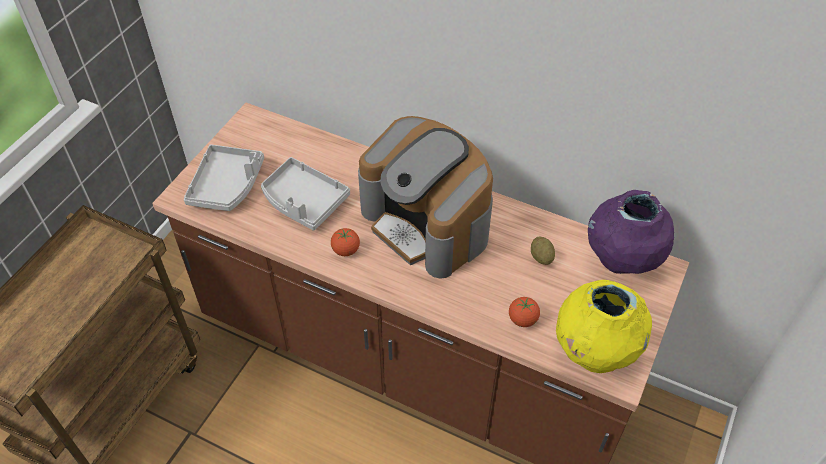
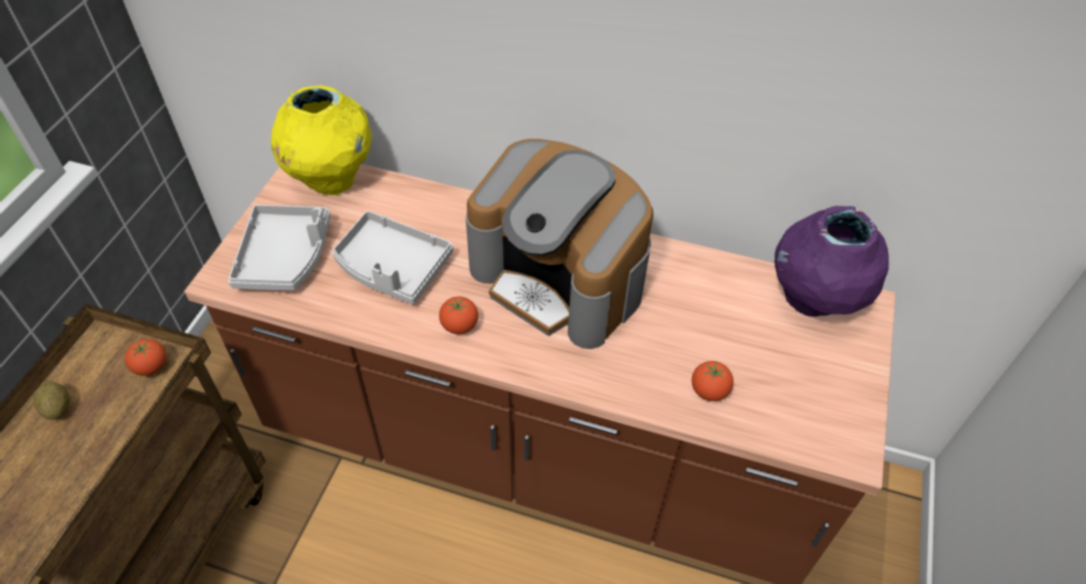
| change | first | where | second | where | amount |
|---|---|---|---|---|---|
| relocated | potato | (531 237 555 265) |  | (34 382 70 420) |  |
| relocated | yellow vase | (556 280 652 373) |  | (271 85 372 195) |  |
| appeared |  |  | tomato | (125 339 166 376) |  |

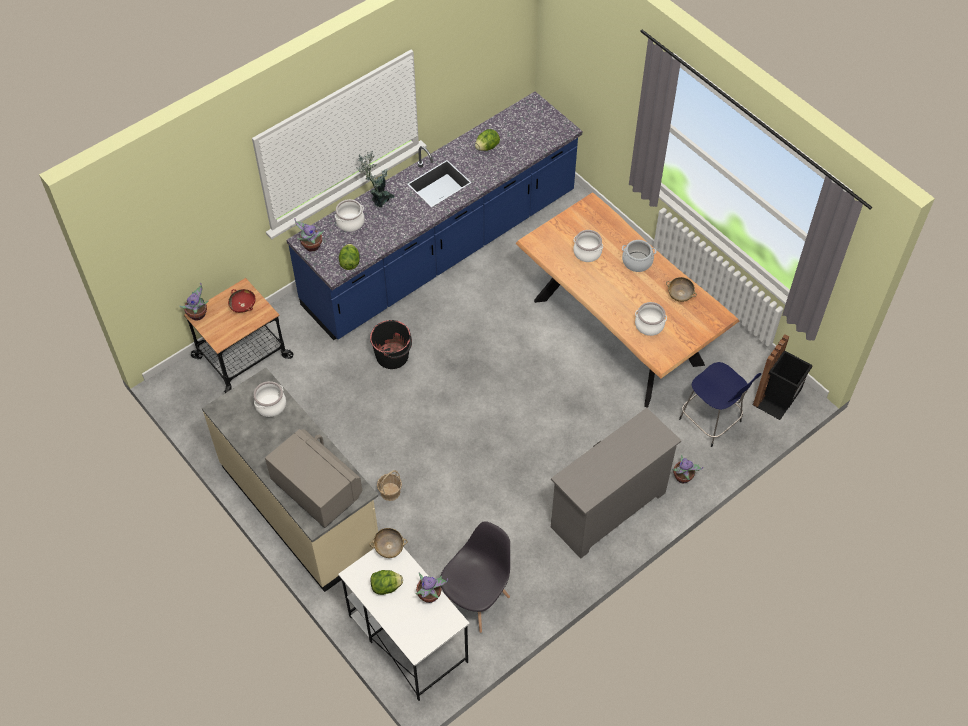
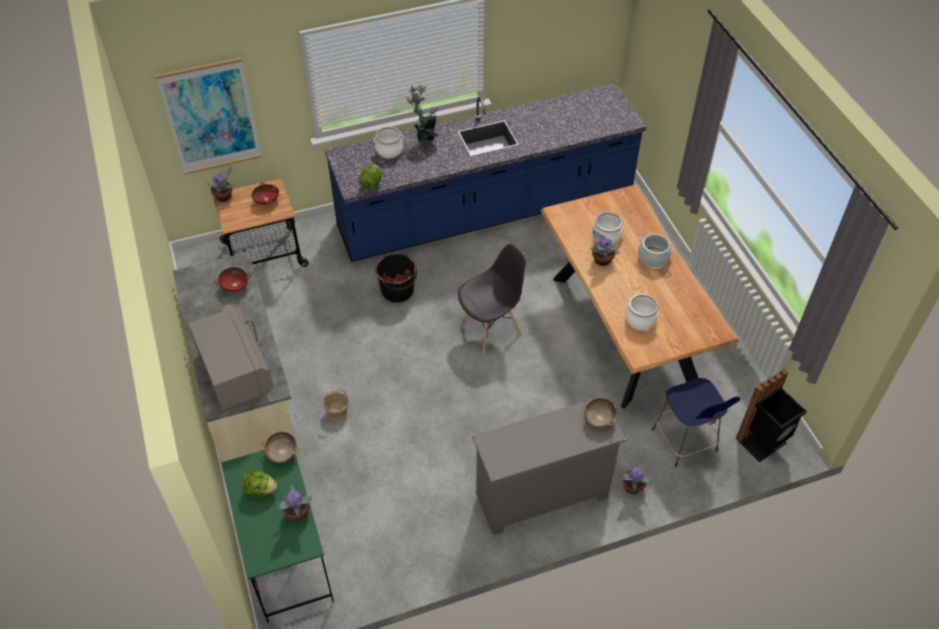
| change | first | where | second | where | amount |
|---|---|---|---|---|---|
| missing | lettuce | (475 129 500 151) |  |  |  |
| relocated | potted plant | (294 218 324 252) |  | (590 227 620 266) |  |
| relocated | beige bowl | (666 277 697 302) |  | (584 398 616 428) |  |
| exchanged | cooking pot | (253 381 286 417) | red bowl | (214 267 251 292) |  |
| relocated | grey chair | (440 521 510 633) |  | (458 244 526 353) |  |
| colour | white desk | (338 547 470 701) | green desk | (221 450 334 623) |  |
| appeared |  |  | picture | (155 57 262 175) |  |

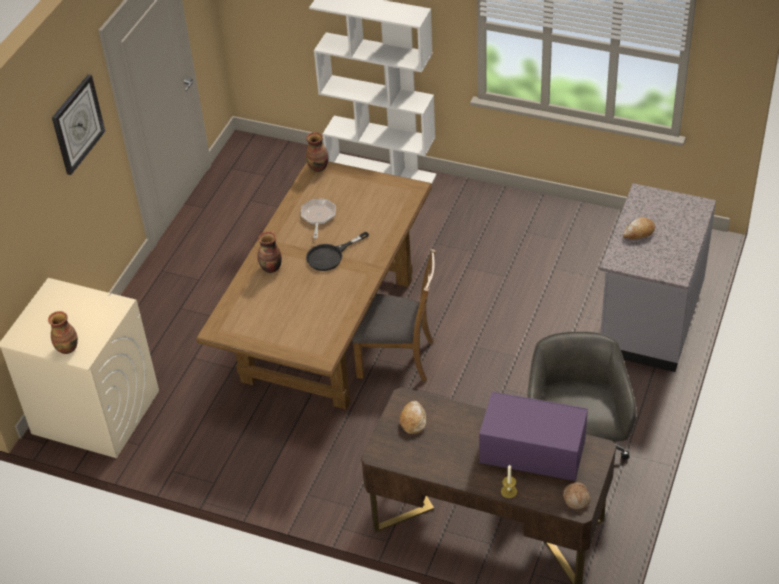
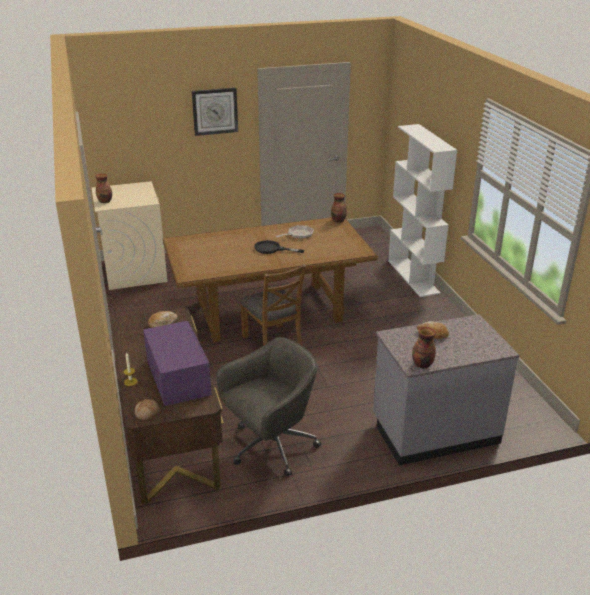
| change | first | where | second | where | amount |
|---|---|---|---|---|---|
| relocated | vase | (257 232 282 273) |  | (412 327 436 368) |  |

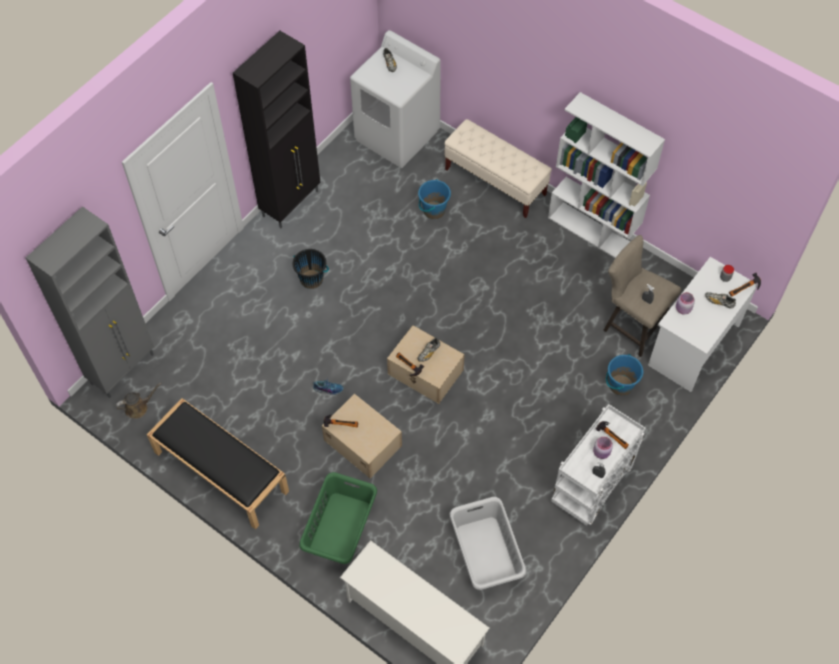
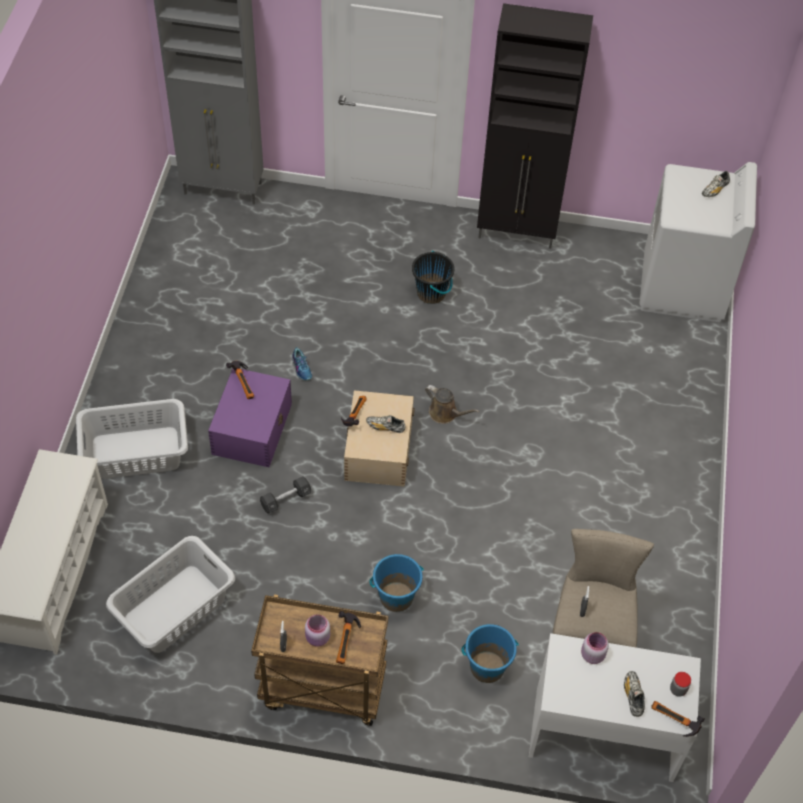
| change | first | where | second | where | amount |
|---|---|---|---|---|---|
| missing | white bookcase | (548 92 665 258) |  |  |  |
| missing | beige bench | (444 119 552 218) |  |  |  |
| relocated | blue bucket | (418 179 451 219) |  | (369 554 424 612) |  |
| relocated | brown watering can | (116 383 162 419) |  | (425 385 479 424) |  |
| colour | beige storage box | (322 394 402 478) | purple storage box | (208 369 292 467) |  |
| missing | black bench | (147 398 289 530) |  |  |  |
| colour | white cart | (551 404 646 526) | brown cart | (251 594 388 726) |  |
| colour | green laundry basket | (299 472 377 564) | grey laundry basket | (76 399 188 479) |  |
| appeared |  |  | black dumbbell | (260 476 311 514) |  |

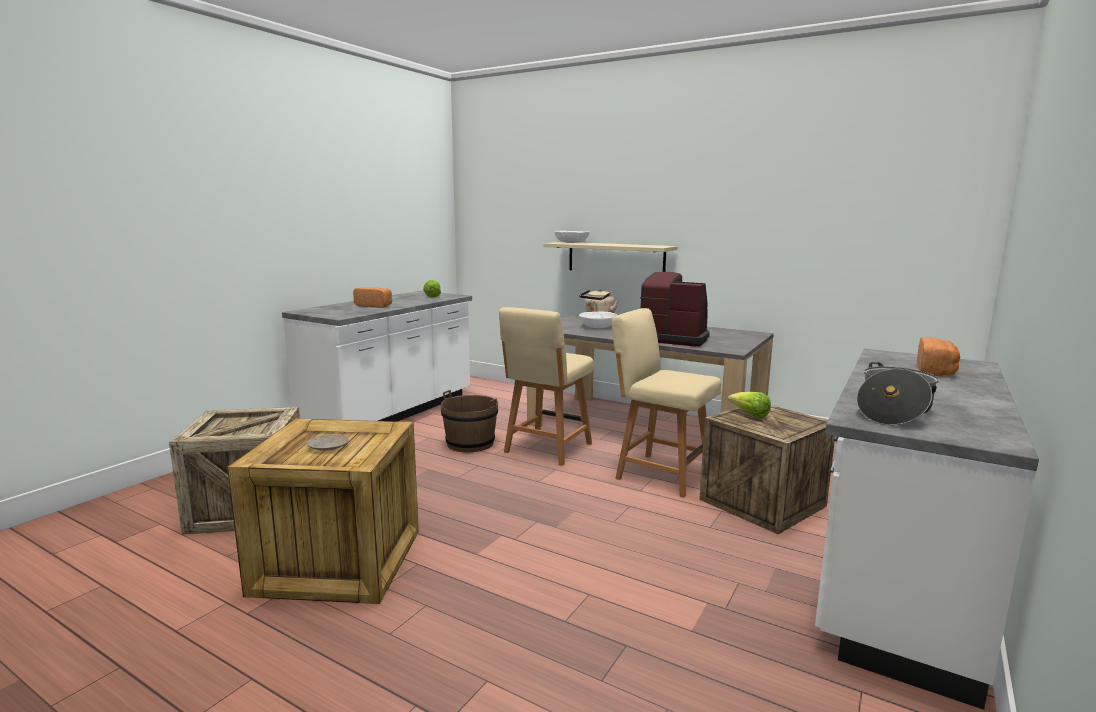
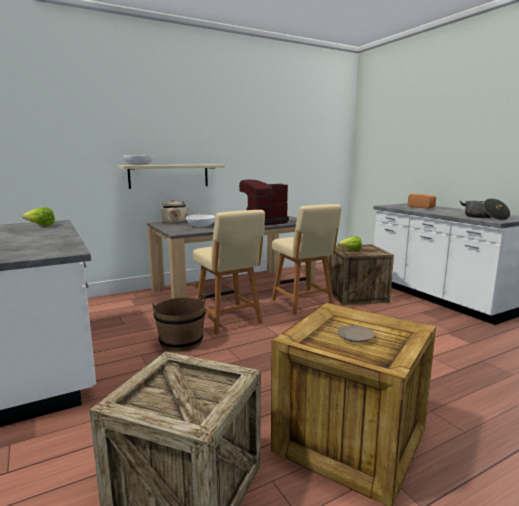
| change | first | where | second | where | amount |
|---|---|---|---|---|---|
| missing | bread | (353 287 392 308) |  |  |  |
| spun | beige chair | (611 308 722 498) |  | (272 204 341 315) | 90 degrees counterclockwise |

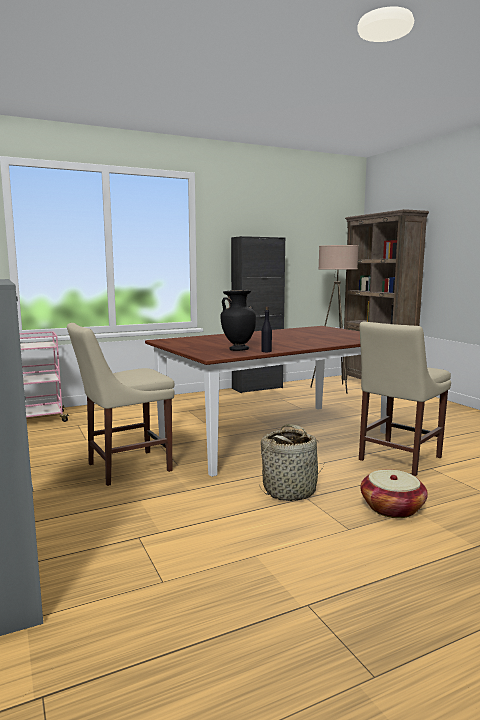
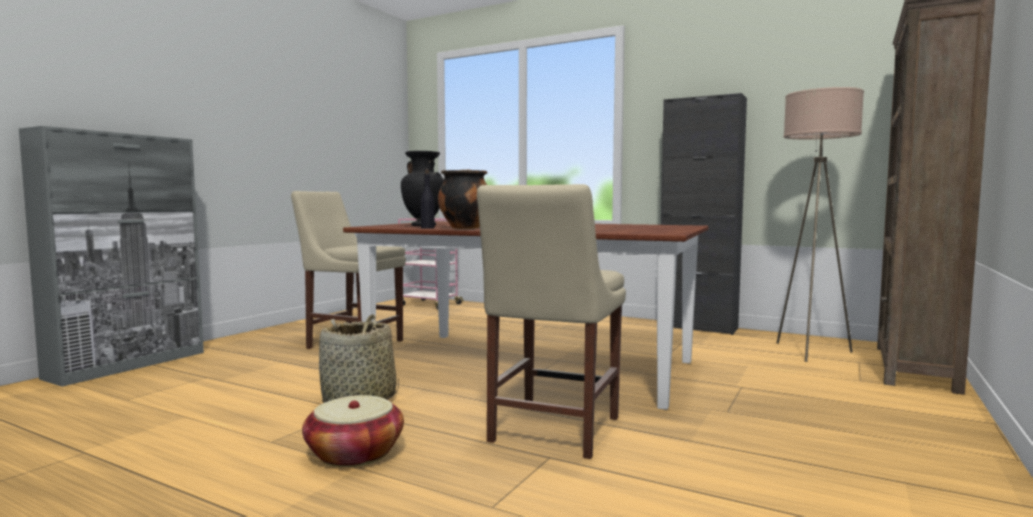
| change | first | where | second | where | amount |
|---|---|---|---|---|---|
| spun | beige chair | (359 322 451 476) |  | (477 184 626 459) | 75 degrees counterclockwise |
| appeared |  |  | cooking pot | (438 170 487 229) |  |

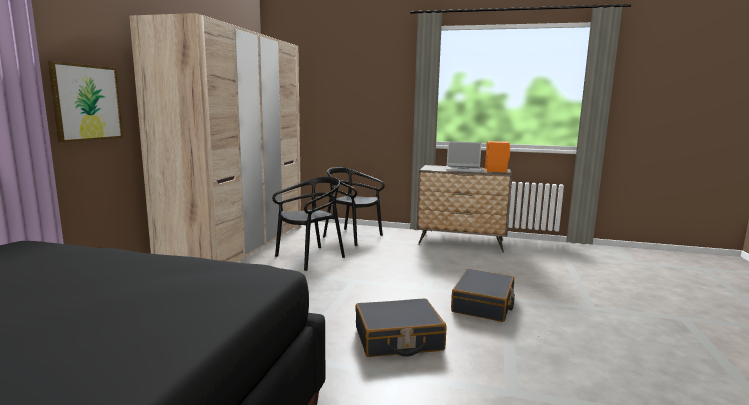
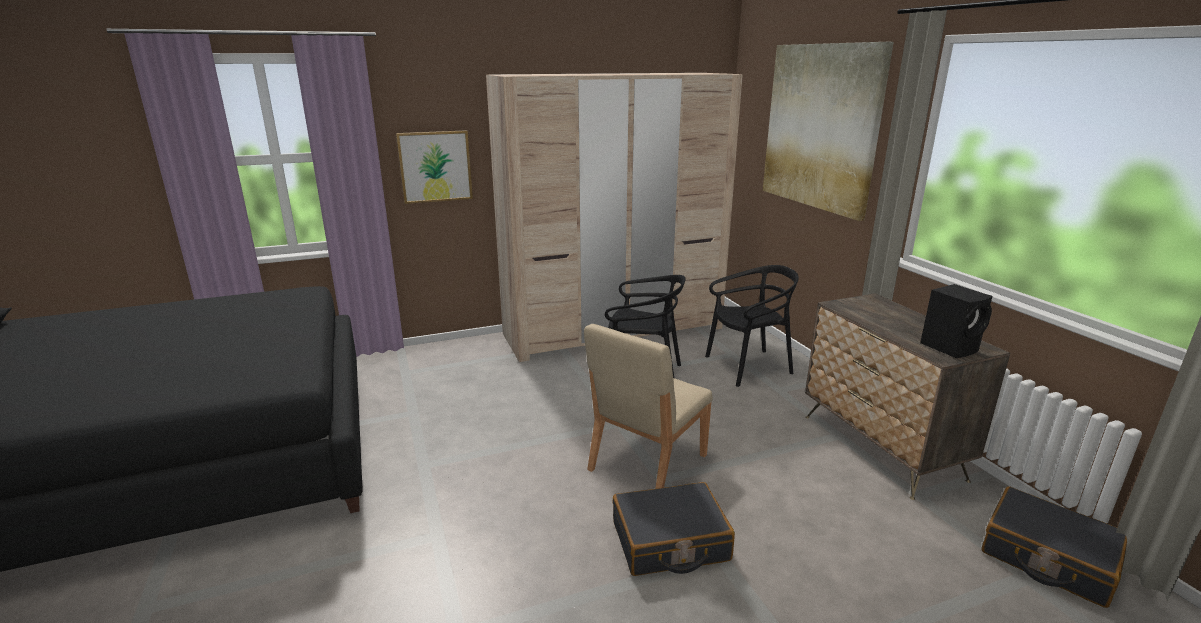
| change | first | where | second | where | amount |
|---|---|---|---|---|---|
| missing | laptop | (446 141 482 172) |  |  |  |
| colour | orange speaker | (485 141 510 173) | black speaker | (920 284 992 358) |  |
| spun | black chair | (323 167 385 246) |  | (705 265 799 387) | 75 degrees clockwise |
| relocated | black suitcase | (355 298 446 357) |  | (981 486 1127 608) |  |
| appeared |  |  | picture | (763 42 894 221) |  |
| appeared |  |  | beige chair | (584 324 713 489) |  |

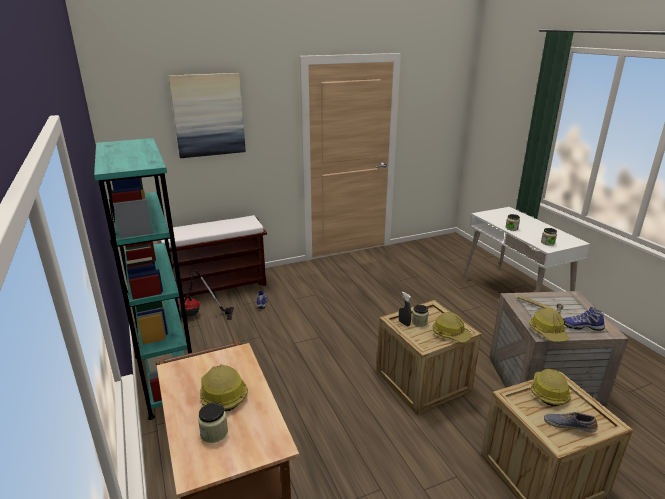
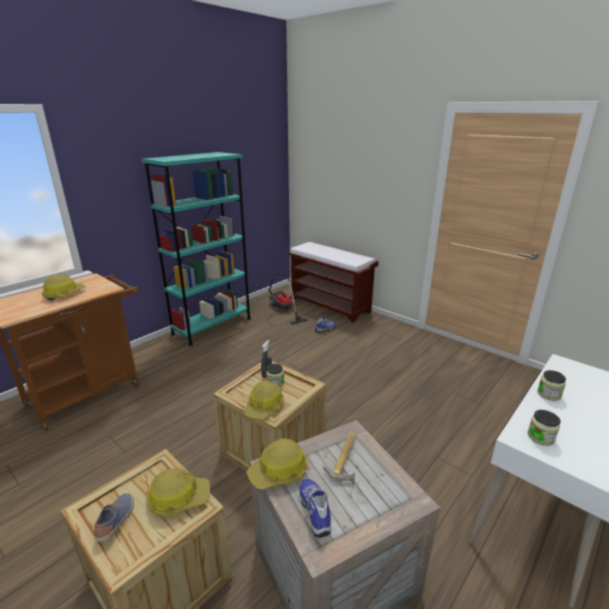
| change | first | where | second | where | amount |
|---|---|---|---|---|---|
| missing | picture | (168 73 246 158) |  |  |  |
| missing | jar | (198 402 228 443) |  |  |  |

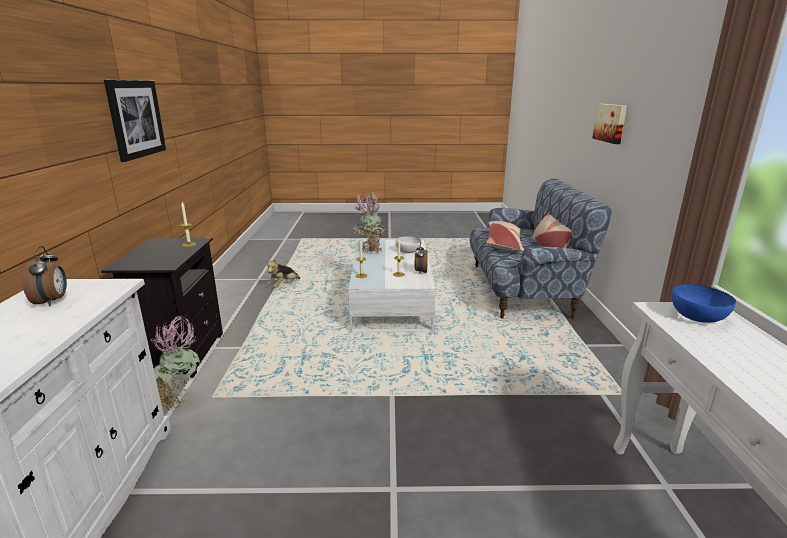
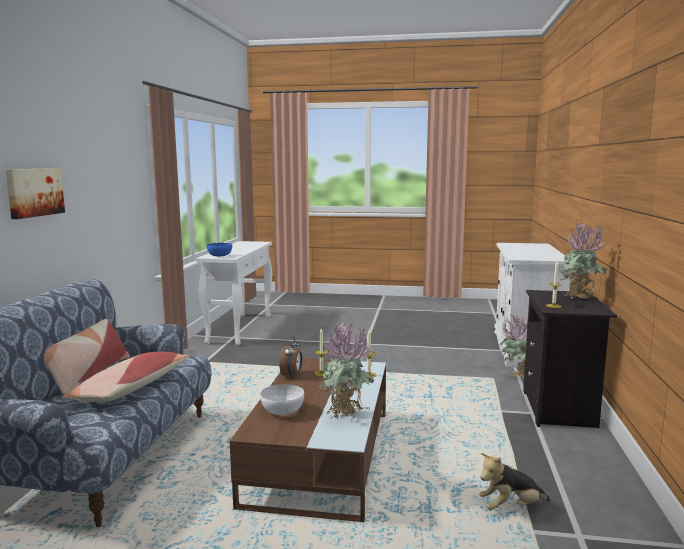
| change | first | where | second | where | amount |
|---|---|---|---|---|---|
| missing | picture | (104 80 166 162) |  |  |  |
| colour | white coffee table | (348 240 435 332) | brown coffee table | (230 358 386 522) |  |
| missing | alarm clock | (22 246 67 306) |  |  |  |
| spun | plush toy | (265 259 300 288) |  | (479 453 550 510) | 150 degrees counterclockwise |
| appeared |  |  | potted plant | (559 222 607 299) |  |

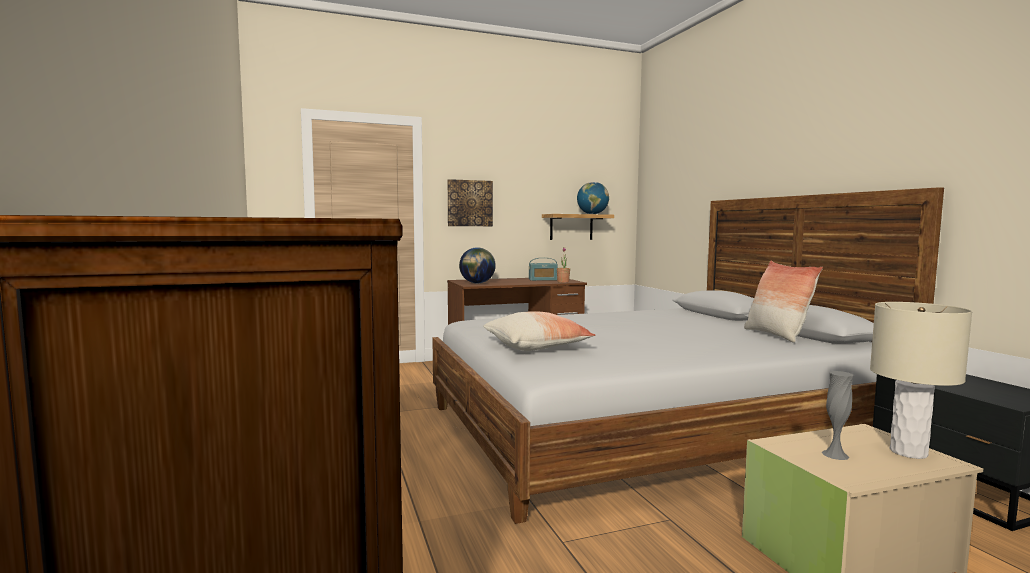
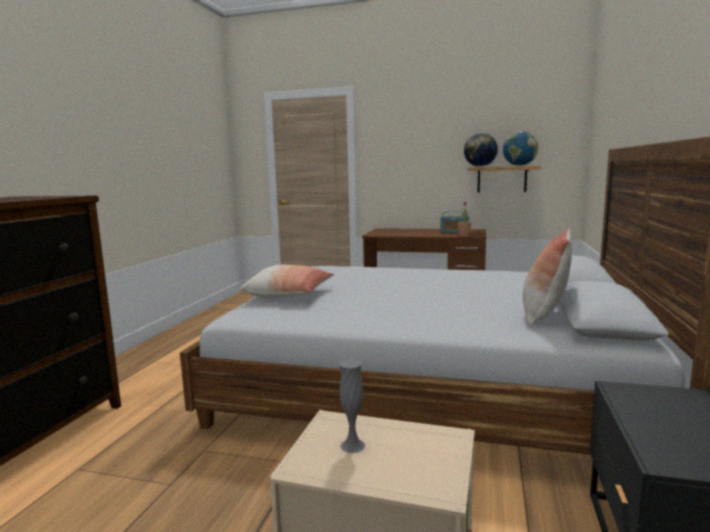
| change | first | where | second | where | amount |
|---|---|---|---|---|---|
| missing | picture | (448 179 493 226) |  |  |  |
| relocated | globe | (459 247 496 283) |  | (464 133 498 167) |  |
| missing | beige table lamp | (870 302 972 459) |  |  |  |

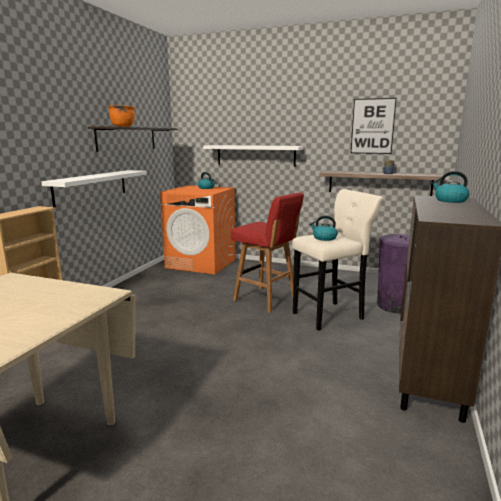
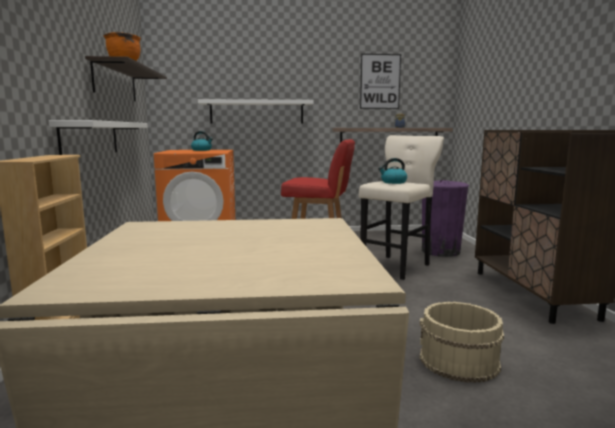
| change | first | where | second | where | amount |
|---|---|---|---|---|---|
| missing | kettle | (432 171 469 203) |  |  |  |
| appeared |  |  | beige bucket | (420 302 504 383) |  |

